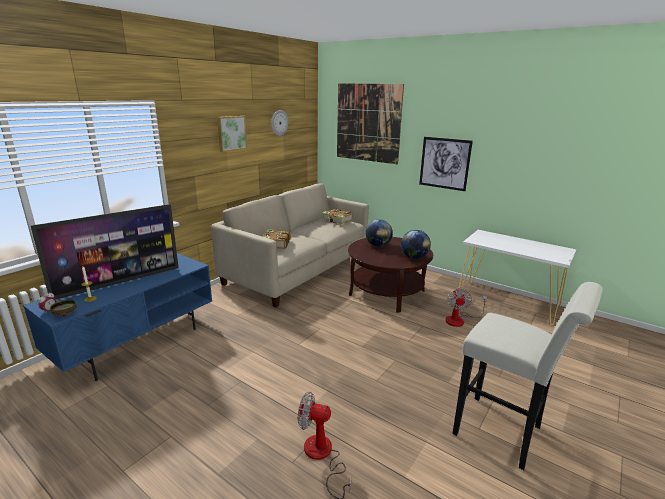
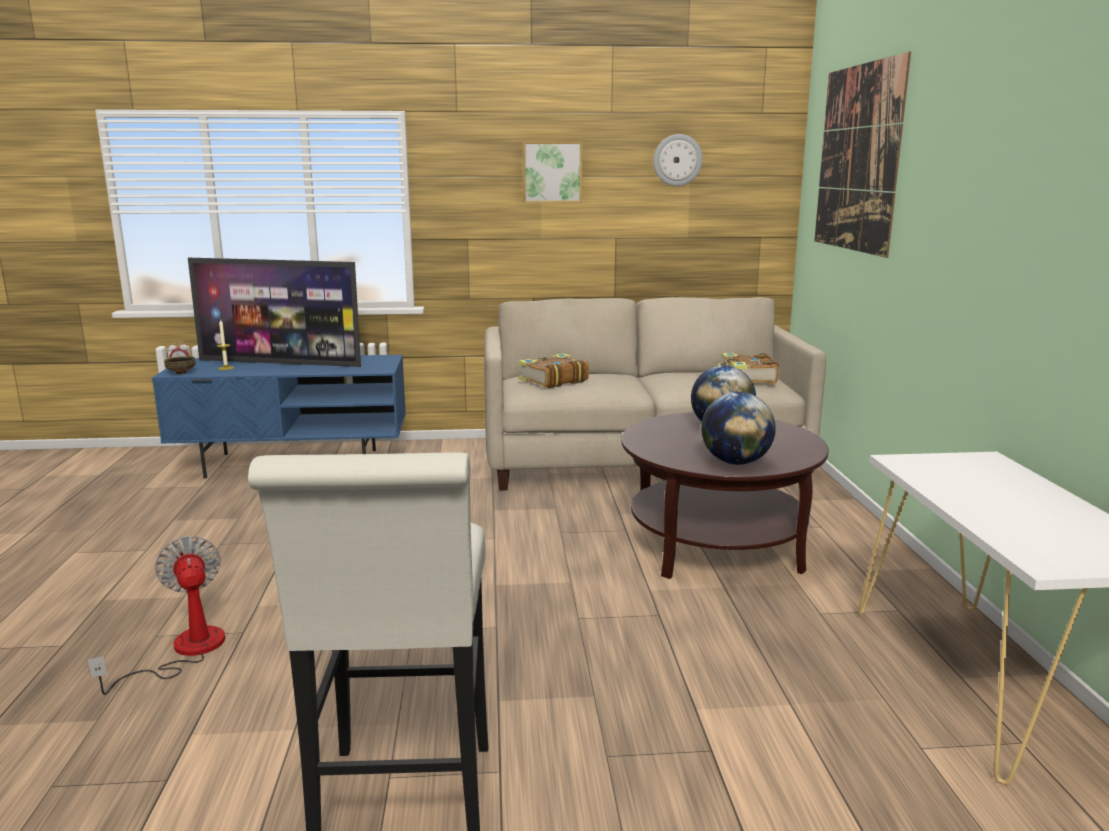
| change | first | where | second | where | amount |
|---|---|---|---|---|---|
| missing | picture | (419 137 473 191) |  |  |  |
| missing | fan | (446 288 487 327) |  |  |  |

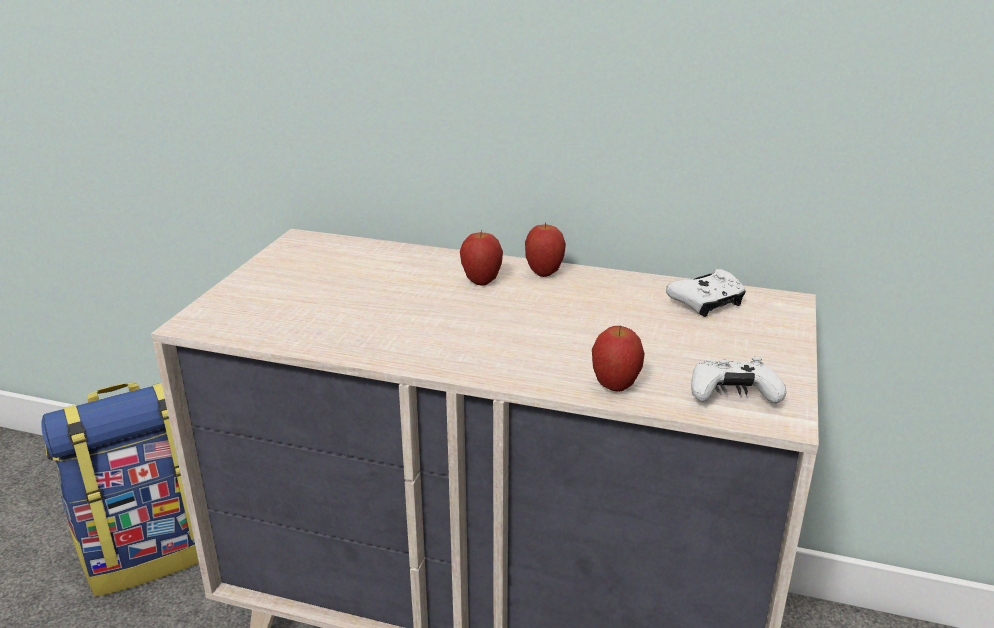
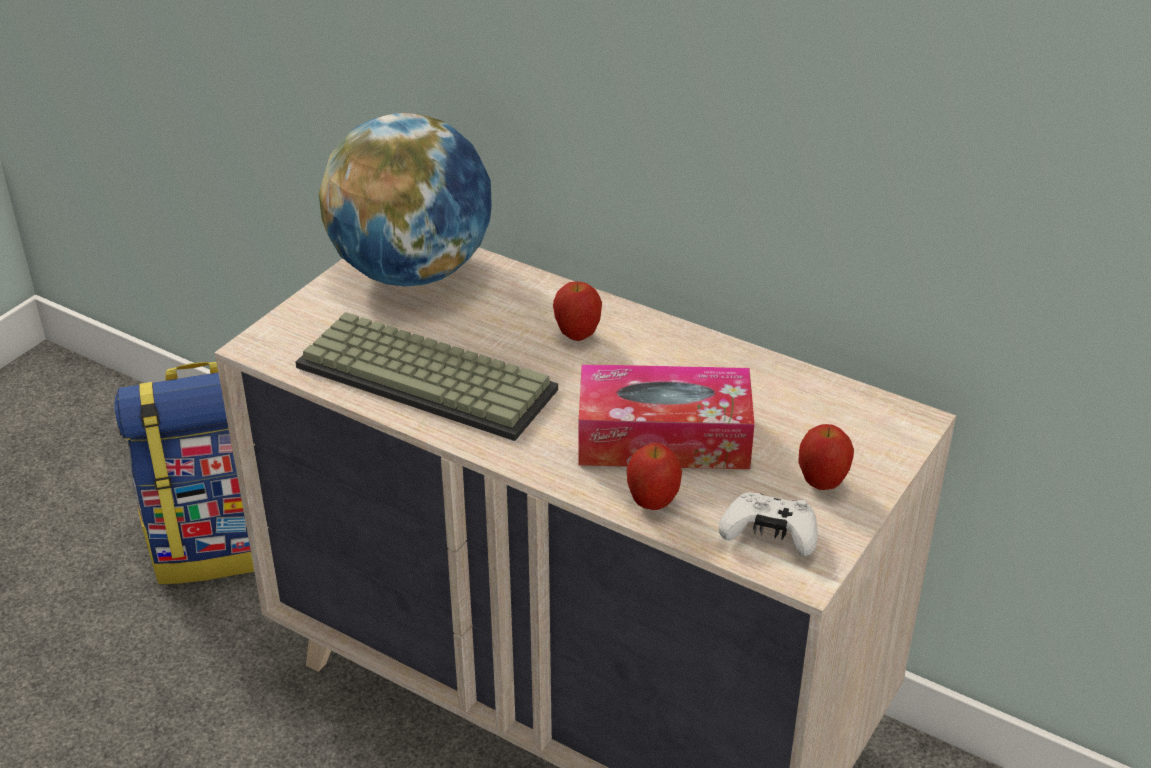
| change | first | where | second | where | amount |
|---|---|---|---|---|---|
| relocated | apple | (525 222 566 277) |  | (798 424 854 490) |  |
| missing | white game controller | (666 269 746 317) |  |  |  |
| appeared |  |  | globe | (319 113 492 286) |  |
| appeared |  |  | keyboard | (296 312 558 441) |  |
| appeared |  |  | tissue box | (579 364 755 470) |  |

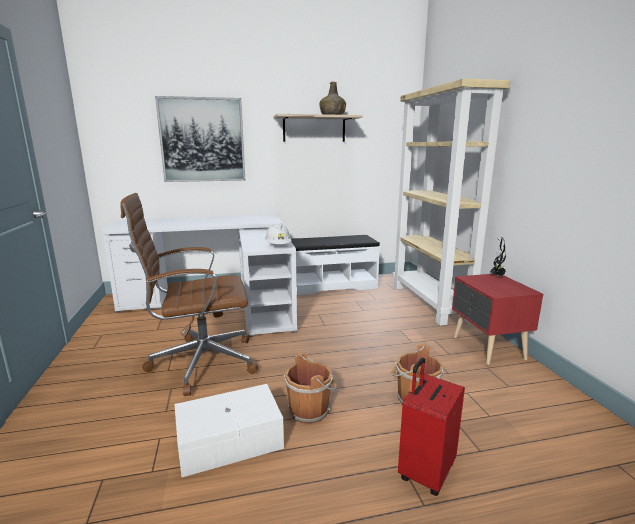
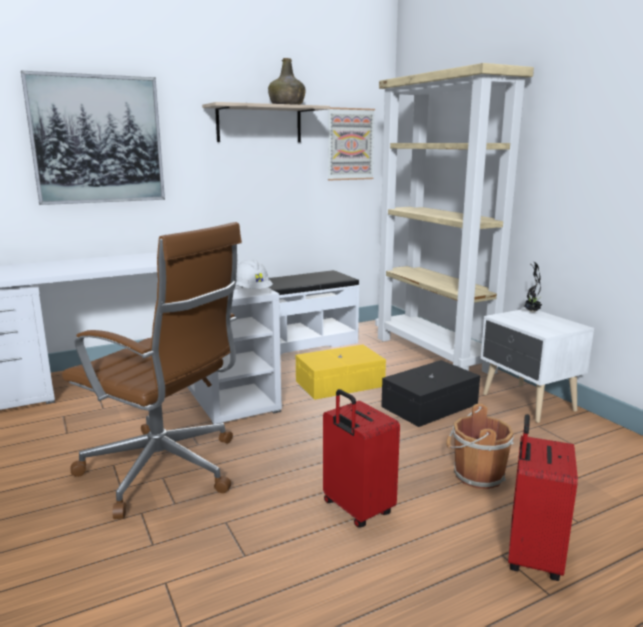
| change | first | where | second | where | amount |
|---|---|---|---|---|---|
| spun | brown office chair | (120 193 258 396) |  | (62 222 242 519) | 120 degrees counterclockwise |
| colour | red nightstand | (452 274 543 365) | white nightstand | (481 309 594 423) |  |
| exchanged | brown bucket | (284 353 337 424) | red suitcase | (323 389 400 527) |  |
| missing | white storage box | (174 384 284 477) |  |  |  |
| appeared |  |  | picture | (328 107 375 180) |  |
| appeared |  |  | yellow storage box | (296 345 386 400) |  |
| appeared |  |  | black storage box | (381 360 480 427) |  |

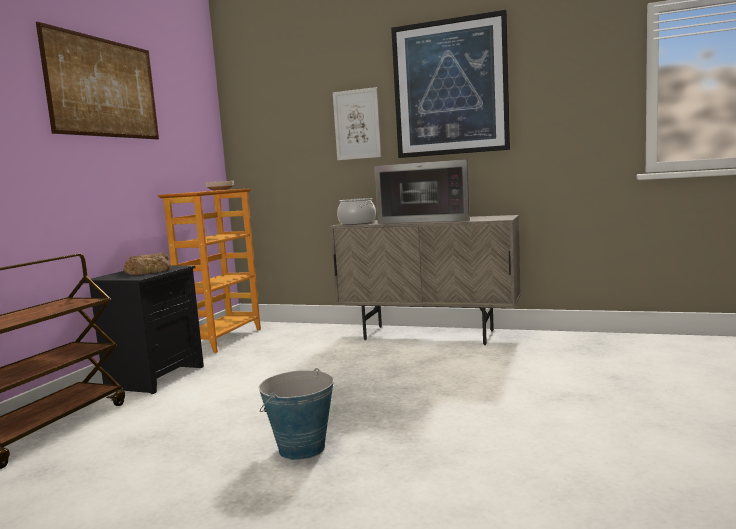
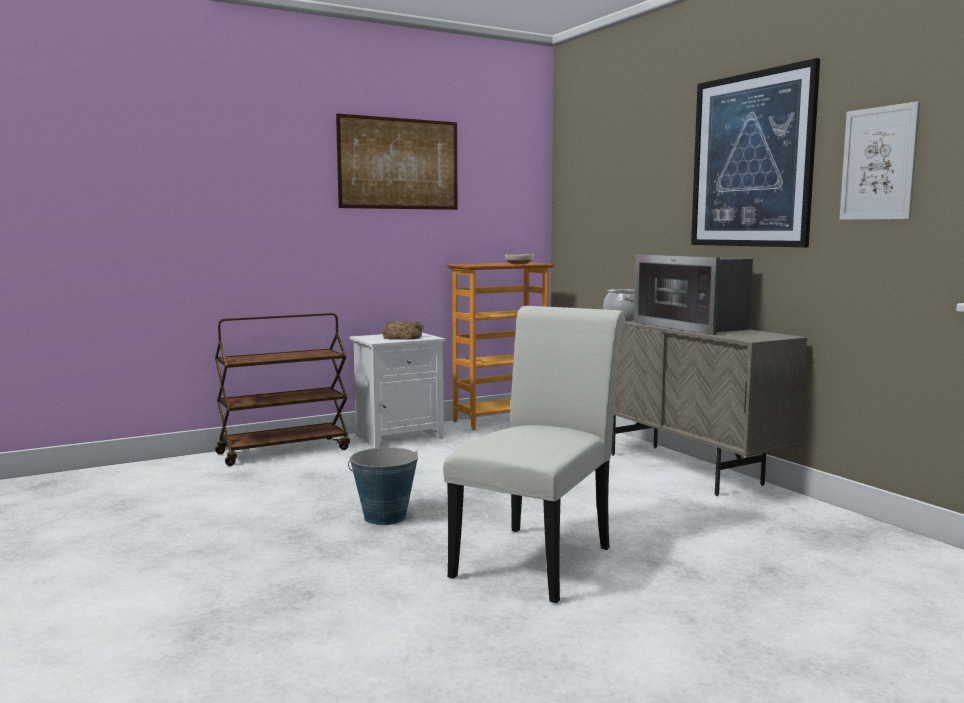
| change | first | where | second | where | amount |
|---|---|---|---|---|---|
| relocated | picture | (333 87 381 160) |  | (839 102 920 220) |  |
| colour | black nightstand | (84 265 204 394) | white nightstand | (349 333 445 448) |  |
| appeared |  |  | white chair | (443 306 625 603) |  |

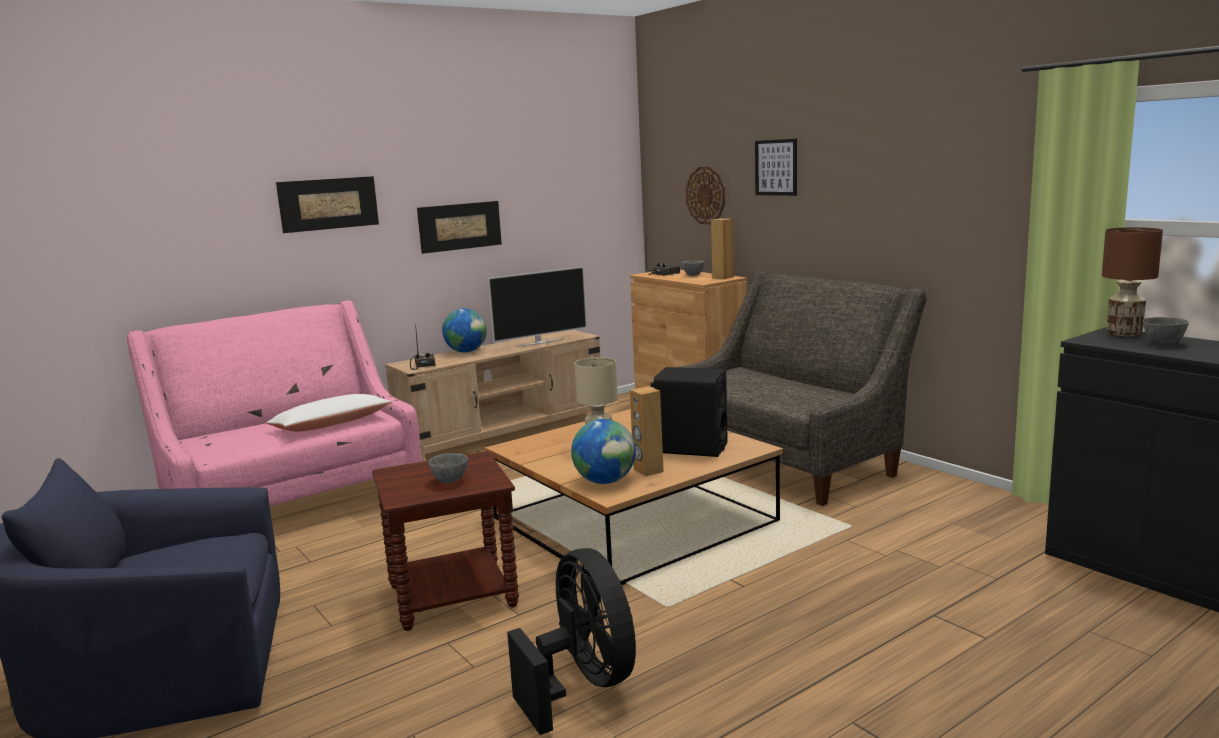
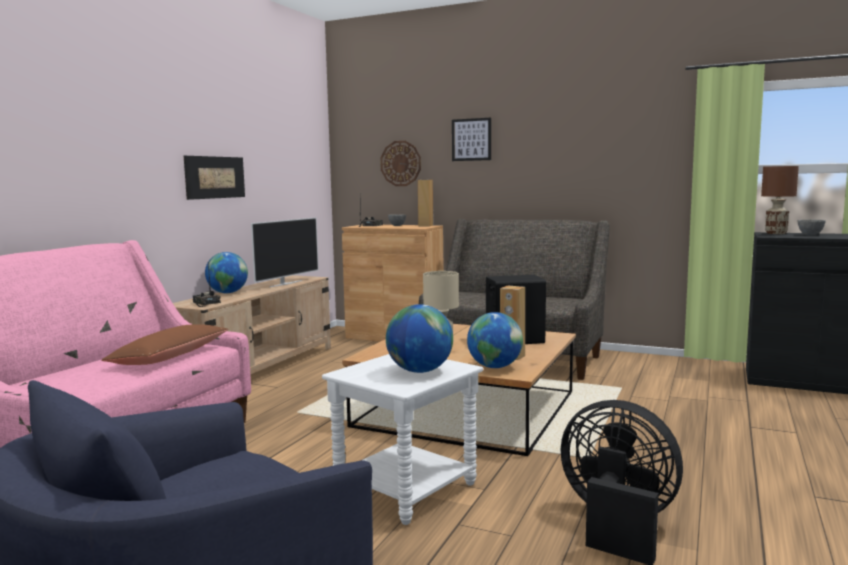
| change | first | where | second | where | amount |
|---|---|---|---|---|---|
| missing | picture | (276 176 379 233) |  |  |  |
| colour | white pillow | (266 394 392 432) | brown pillow | (102 324 229 365) |  |
| colour | brown side table | (372 451 519 631) | white side table | (322 354 483 525) |  |
| exchanged | grey bowl | (428 453 468 483) | globe | (386 304 453 373) |  |

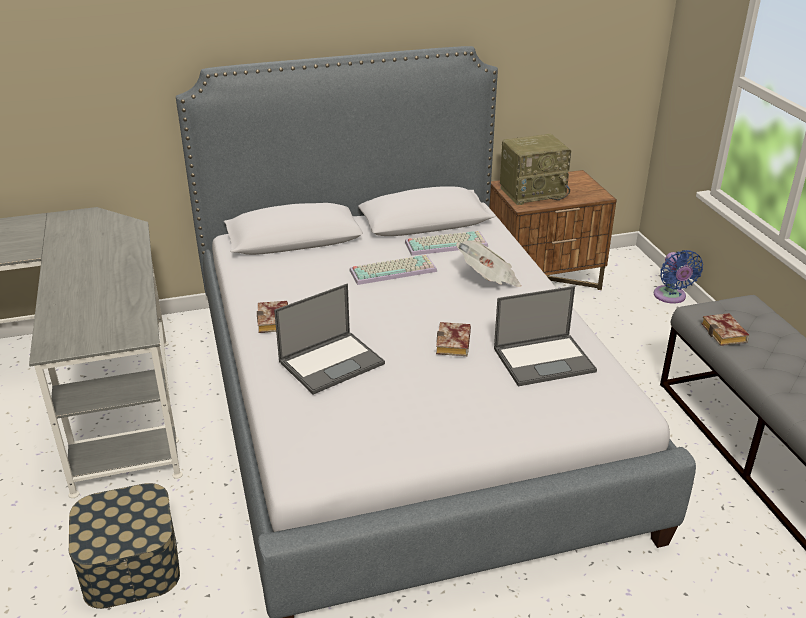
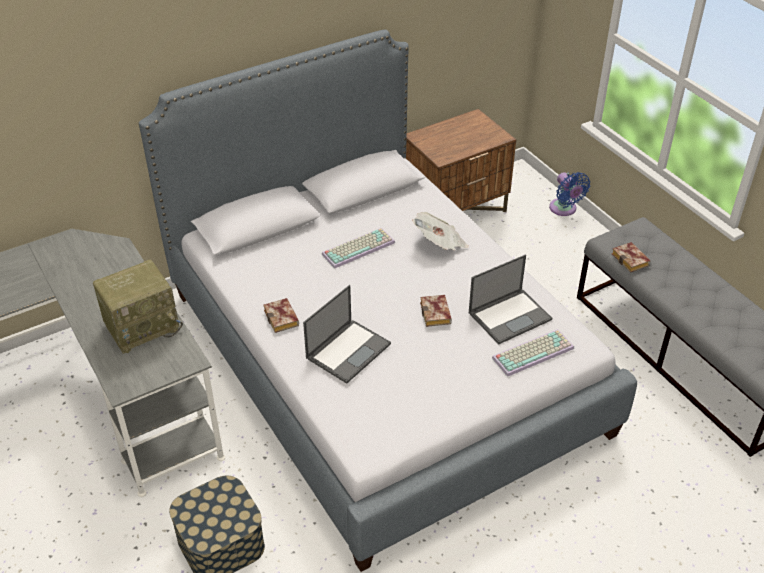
| change | first | where | second | where | amount |
|---|---|---|---|---|---|
| relocated | radio | (500 134 571 205) |  | (93 260 183 354) |  |
| relocated | keyboard | (405 231 488 256) |  | (492 329 574 377) |  |

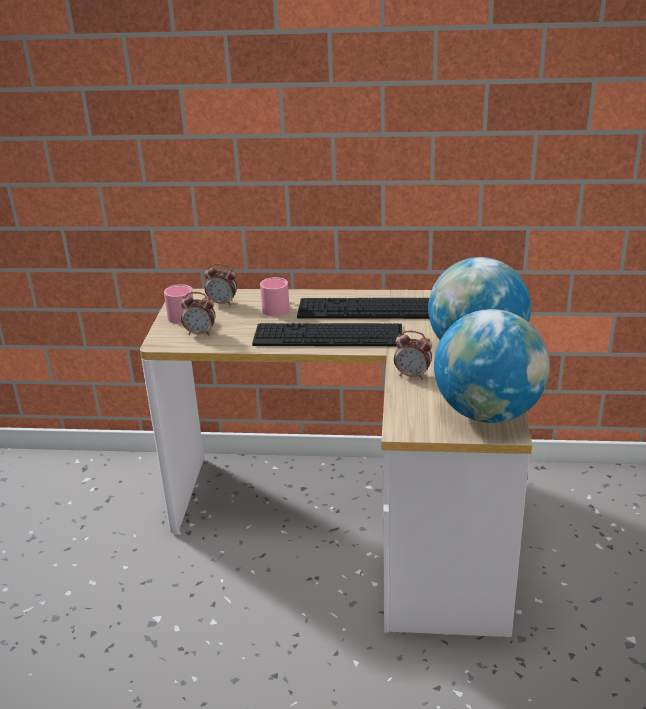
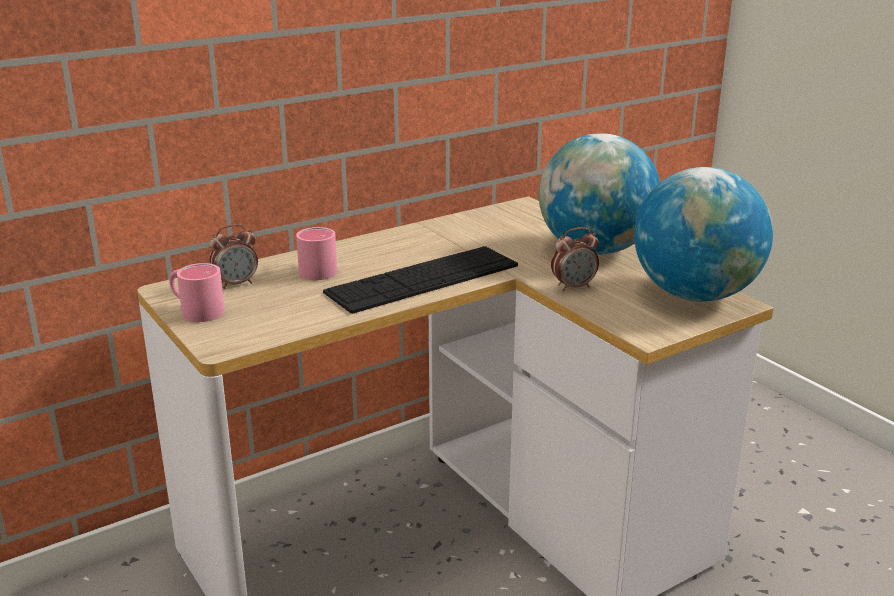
| change | first | where | second | where | amount |
|---|---|---|---|---|---|
| missing | alarm clock | (181 292 216 336) |  |  |  |
| missing | keyboard | (297 298 429 319) |  |  |  |

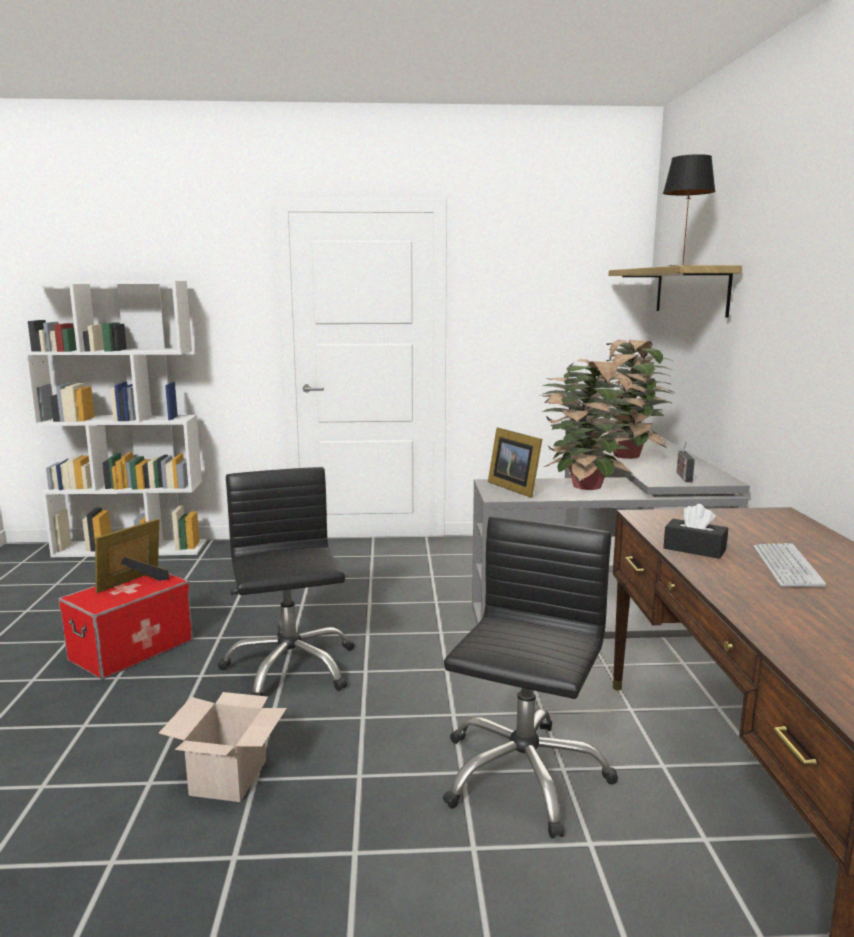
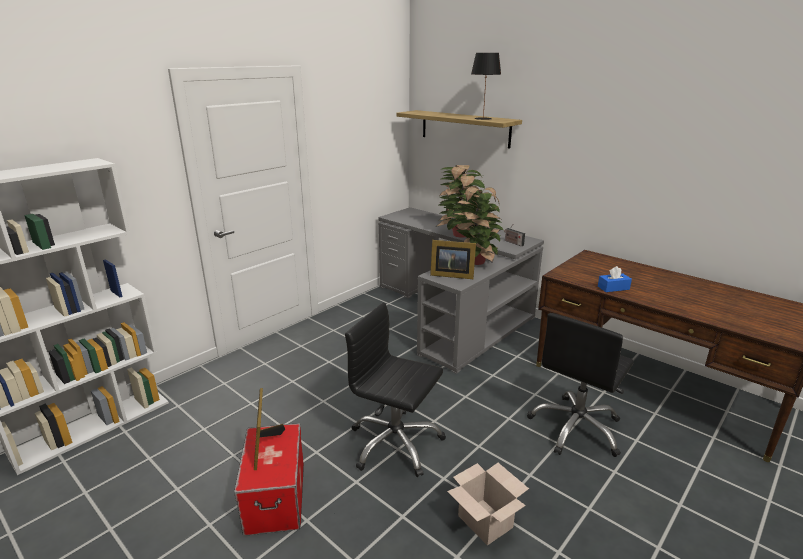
| change | first | where | second | where | amount |
|---|---|---|---|---|---|
| colour | black tissue box | (663 504 728 559) | blue tissue box | (598 266 632 292) |  |
| spun | black office chair | (443 516 618 838) |  | (527 313 634 457) | 120 degrees counterclockwise |
| missing | keyboard | (753 543 826 587) |  |  |  |

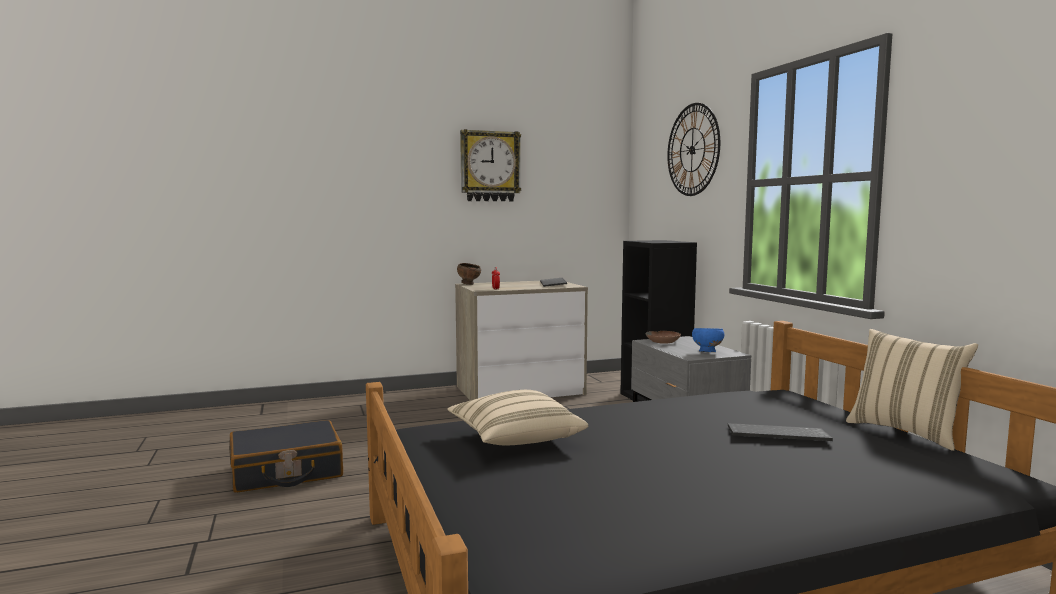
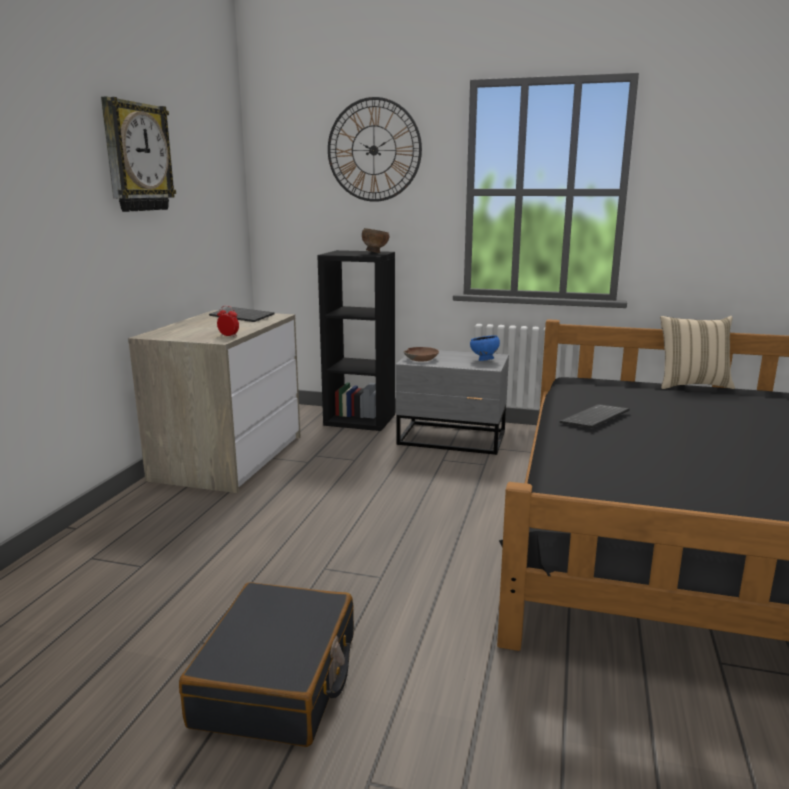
| change | first | where | second | where | amount |
|---|---|---|---|---|---|
| relocated | brown bowl | (457 263 481 285) |  | (362 228 389 253) |  |
| missing | beige pillow | (447 390 588 445) |  |  |  |
| relocated | keyboard | (728 423 833 441) |  | (560 404 629 428) |  |

